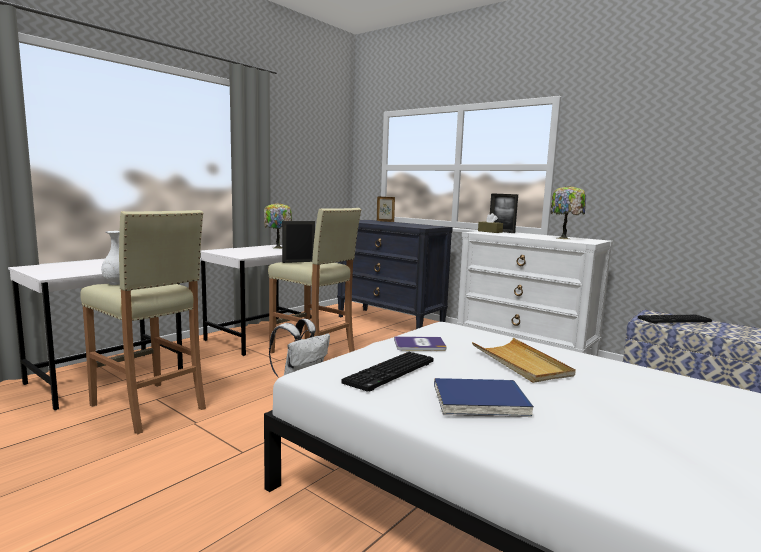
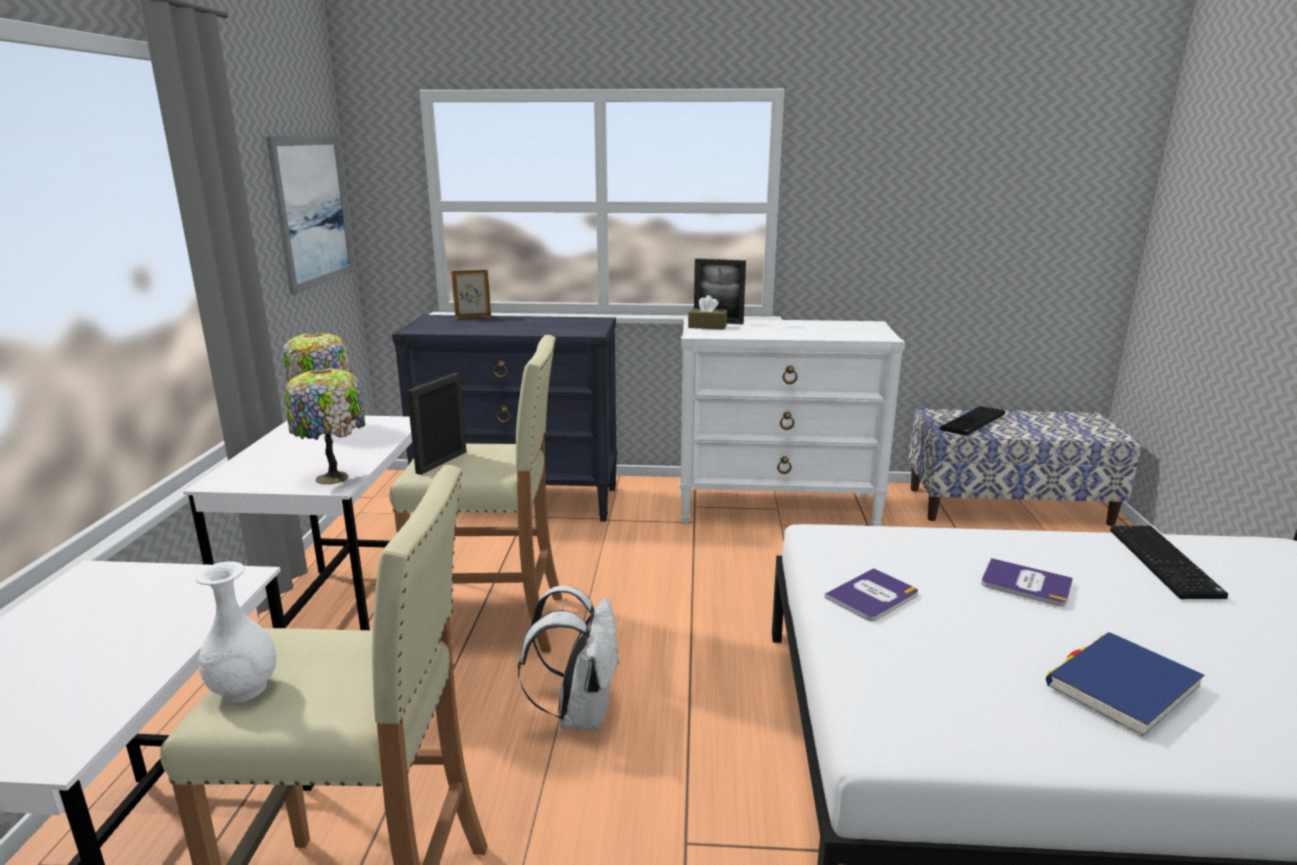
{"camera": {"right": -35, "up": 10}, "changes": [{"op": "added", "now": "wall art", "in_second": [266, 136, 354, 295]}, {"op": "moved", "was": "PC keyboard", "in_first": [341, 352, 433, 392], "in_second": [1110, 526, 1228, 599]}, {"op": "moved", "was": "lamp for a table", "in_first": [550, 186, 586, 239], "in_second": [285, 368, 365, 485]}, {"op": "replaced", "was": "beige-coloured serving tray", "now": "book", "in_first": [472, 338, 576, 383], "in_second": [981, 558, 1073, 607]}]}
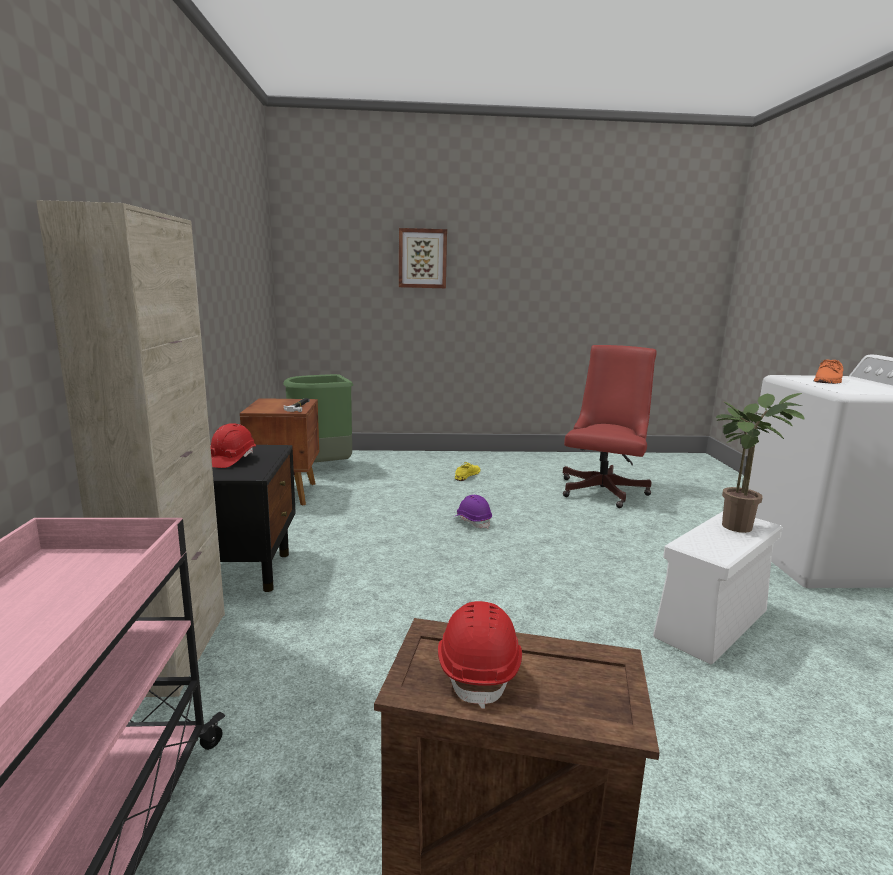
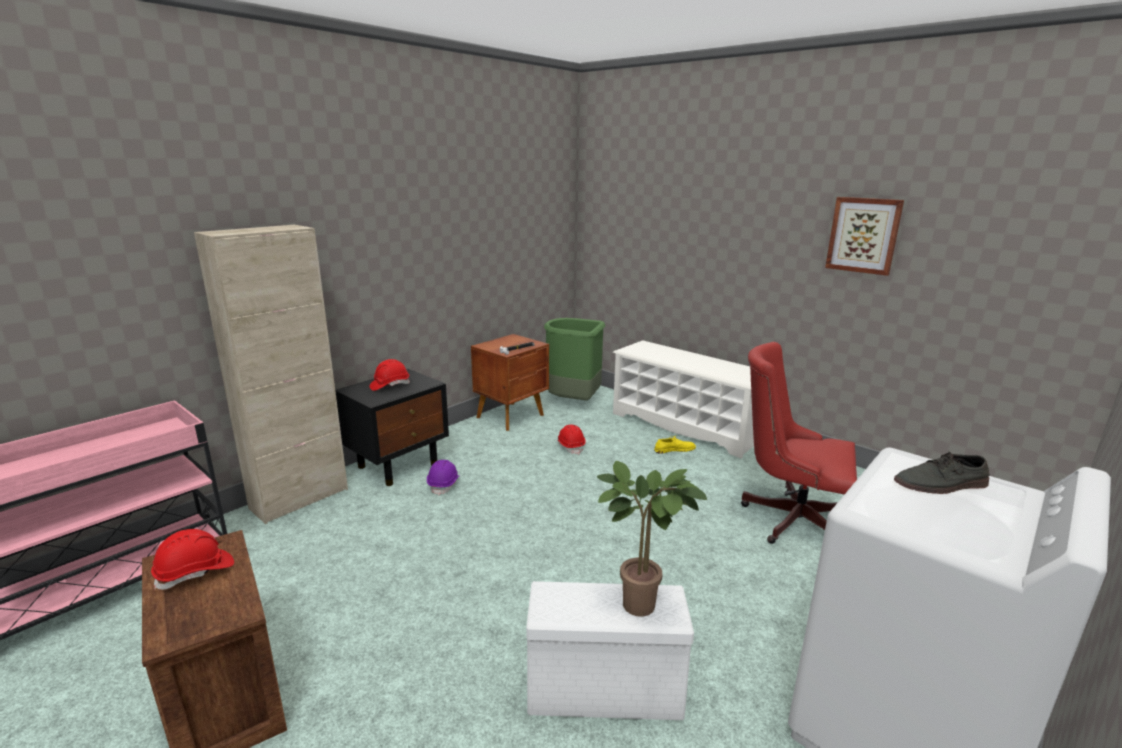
{"camera": {"right": 45, "up": 5}, "changes": [{"op": "added", "now": "red-coloured hard hat", "in_second": [557, 424, 586, 454]}, {"op": "added", "now": "white-coloured shoe stand", "in_second": [613, 340, 754, 459]}, {"op": "moved", "was": "wall art", "in_first": [399, 228, 447, 288], "in_second": [825, 197, 904, 276]}, {"op": "moved", "was": "purple hard hat", "in_first": [456, 495, 492, 528], "in_second": [427, 460, 459, 496]}, {"op": "recoloured", "was": "orange-coloured item of footwear", "now": "grey item of footwear", "in_first": [814, 360, 843, 384], "in_second": [894, 451, 989, 494]}, {"op": "turned", "was": "red-coloured office chair", "in_first": [563, 345, 657, 508], "in_second": [741, 342, 857, 544], "clockwise": -135}]}
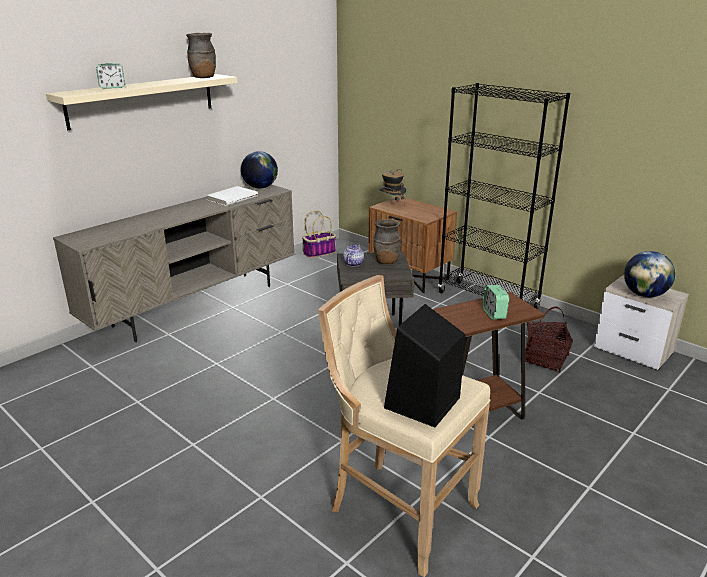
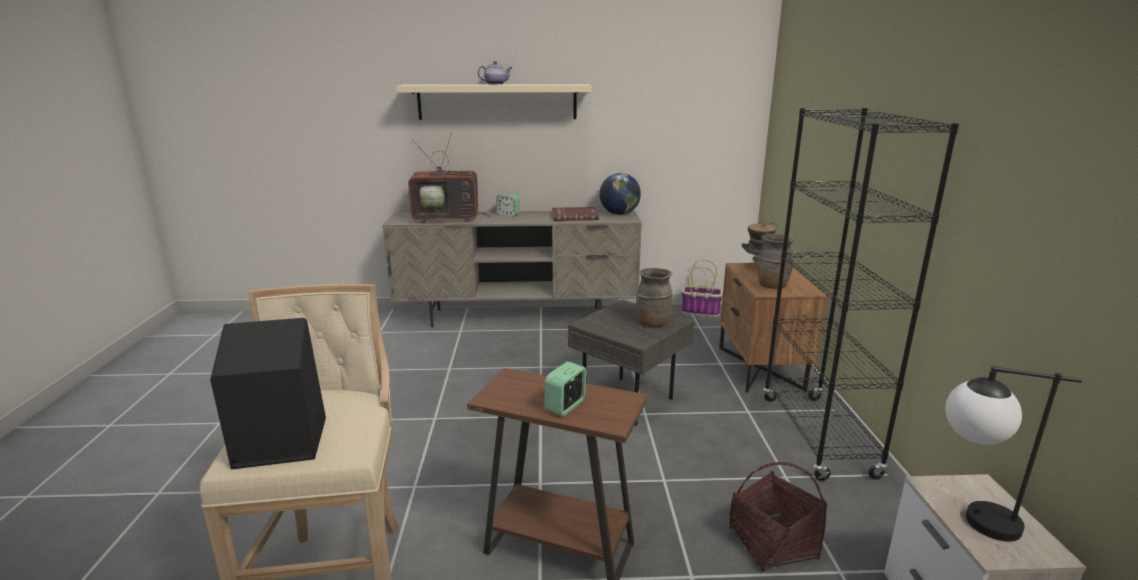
{"camera": {"right": 45, "up": -5}, "changes": [{"op": "added", "now": "TV", "in_second": [408, 132, 491, 223]}, {"op": "moved", "was": "bedside clock", "in_first": [96, 63, 125, 89], "in_second": [496, 194, 520, 217]}, {"op": "moved", "was": "brown-coloured decorative vase", "in_first": [186, 33, 216, 78], "in_second": [757, 234, 794, 289]}, {"op": "moved", "was": "tea pot", "in_first": [343, 244, 364, 267], "in_second": [478, 61, 512, 85]}, {"op": "replaced", "was": "world globe", "now": "lamp for a table", "in_first": [624, 251, 675, 297], "in_second": [945, 366, 1082, 542]}, {"op": "recoloured", "was": "white-coloured book", "now": "red-coloured book", "in_first": [206, 186, 258, 206], "in_second": [552, 207, 599, 221]}]}
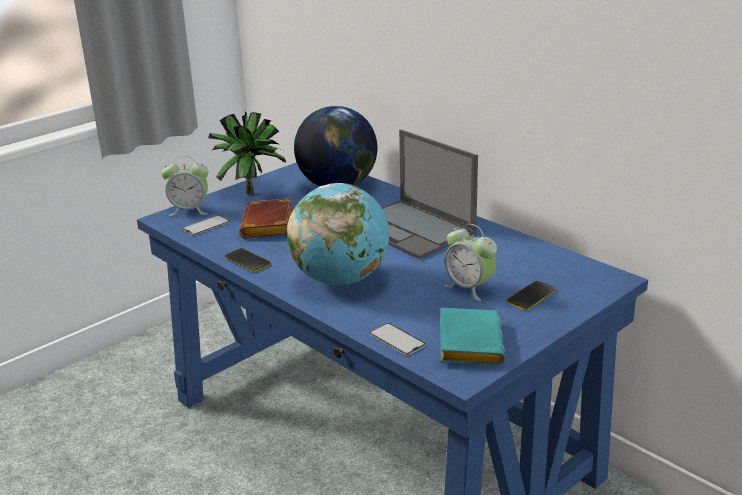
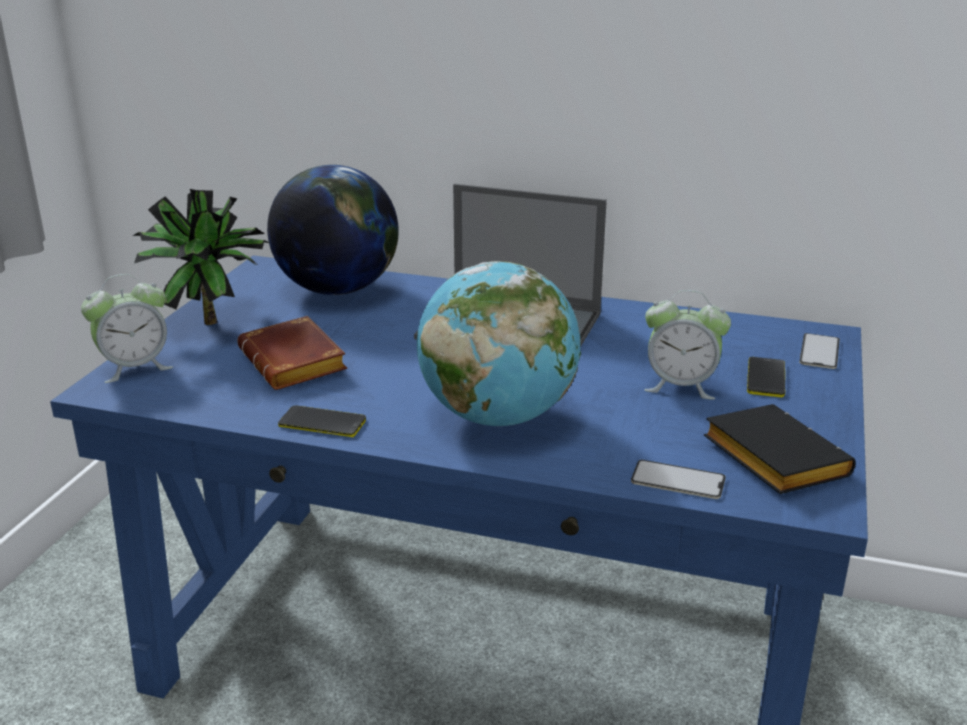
{"camera": {"right": -30, "up": 0}, "changes": [{"op": "moved", "was": "telephone", "in_first": [182, 215, 230, 236], "in_second": [799, 333, 840, 369]}, {"op": "recoloured", "was": "turquoise-coloured book", "now": "black-coloured book", "in_first": [440, 308, 505, 365], "in_second": [704, 404, 856, 494]}]}
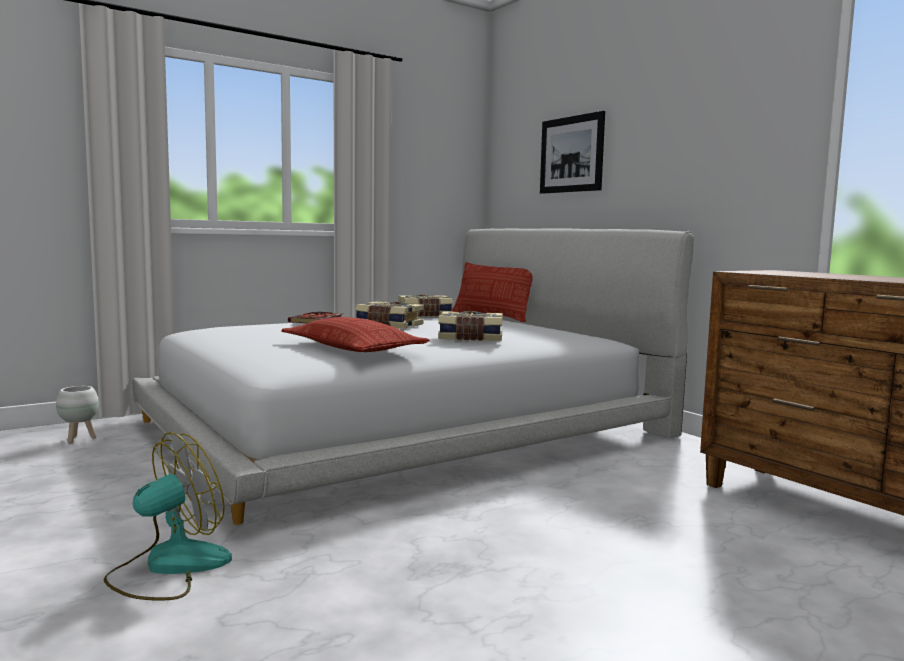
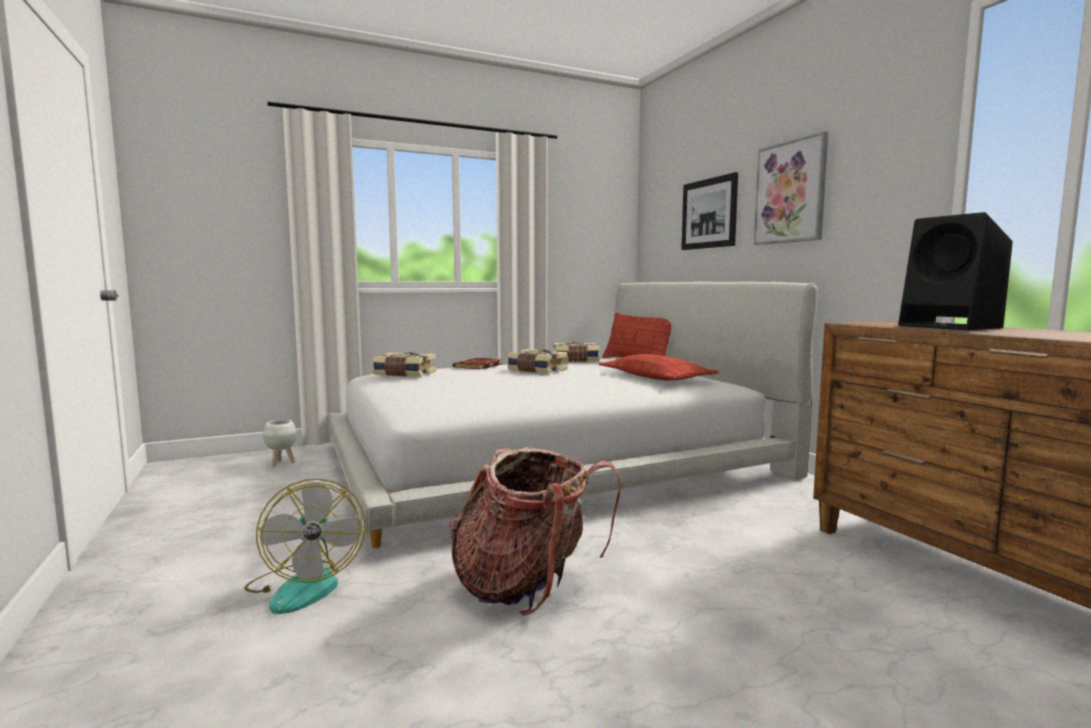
{"camera": {"right": 10, "up": 0}, "changes": [{"op": "added", "now": "backpack", "in_second": [450, 447, 622, 616]}, {"op": "added", "now": "wall art", "in_second": [754, 131, 828, 245]}, {"op": "added", "now": "black-coloured audio speaker", "in_second": [898, 212, 1013, 330]}, {"op": "moved", "was": "pillow", "in_first": [281, 317, 430, 352], "in_second": [599, 354, 719, 381]}, {"op": "moved", "was": "book", "in_first": [438, 311, 503, 341], "in_second": [372, 352, 436, 377]}, {"op": "turned", "was": "cooling fan", "in_first": [104, 432, 232, 601], "in_second": [244, 479, 365, 614], "clockwise": 105}]}
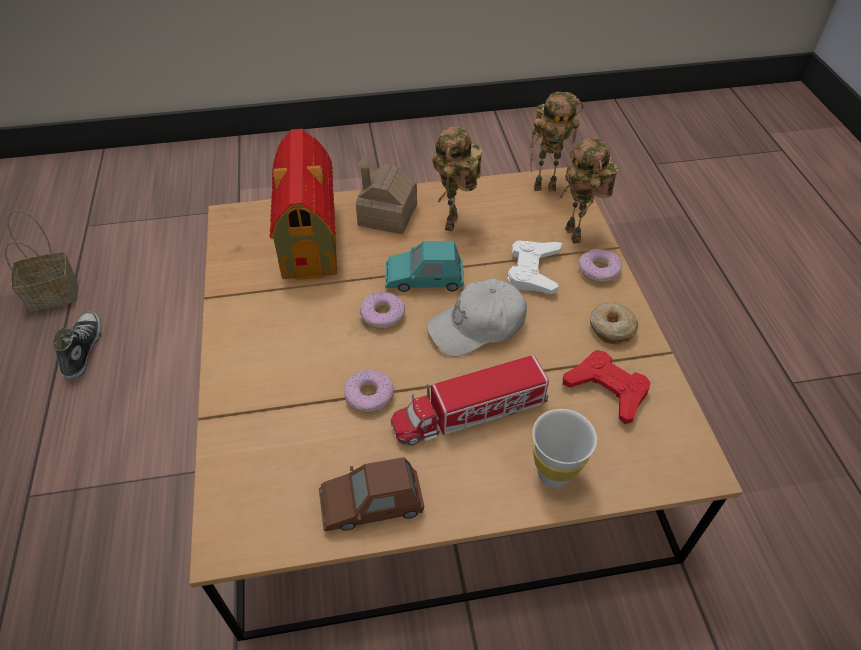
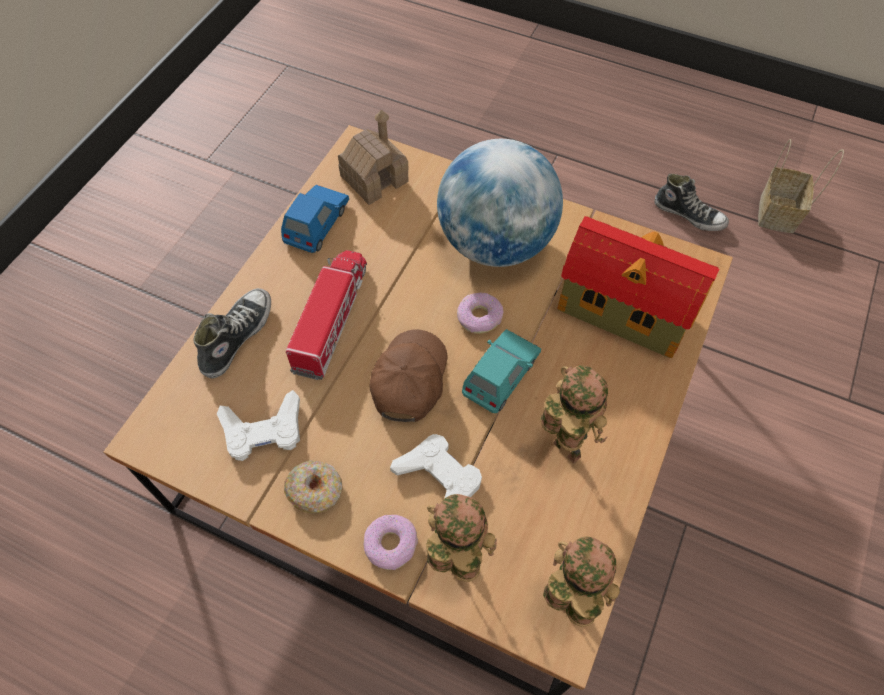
{"camera": {"right": 125, "up": 10}, "changes": [{"op": "removed", "was": "donut", "in_first": [344, 369, 394, 413]}, {"op": "added", "now": "world globe", "in_second": [437, 139, 563, 267]}, {"op": "moved", "was": "toy house", "in_first": [356, 157, 417, 234], "in_second": [338, 110, 409, 205]}, {"op": "replaced", "was": "white-coloured cup", "now": "item of footwear", "in_first": [532, 409, 597, 488], "in_second": [194, 288, 271, 378]}, {"op": "recoloured", "was": "brown-coloured toy car", "now": "blue-coloured toy car", "in_first": [319, 457, 424, 531], "in_second": [281, 185, 349, 253]}, {"op": "recoloured", "was": "white-coloured cap", "now": "brown-coloured cap", "in_first": [427, 279, 527, 357], "in_second": [370, 330, 447, 422]}, {"op": "recoloured", "was": "red-coloured gamepad", "now": "white-coloured gamepad", "in_first": [563, 350, 650, 424], "in_second": [217, 390, 300, 461]}, {"op": "turned", "was": "robot figure", "in_first": [530, 92, 584, 191], "in_second": [543, 536, 620, 627], "clockwise": 90}]}
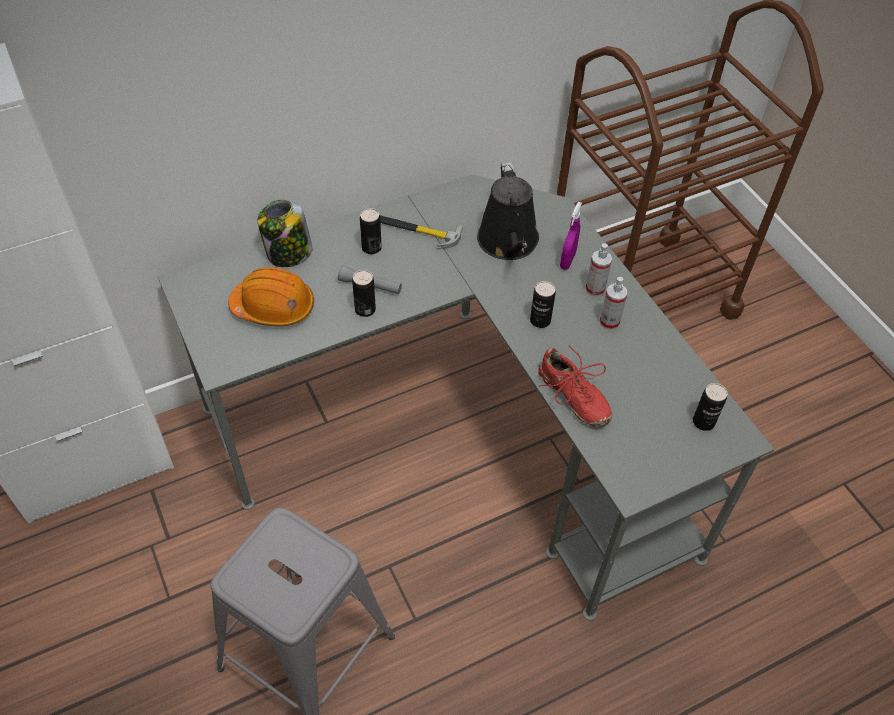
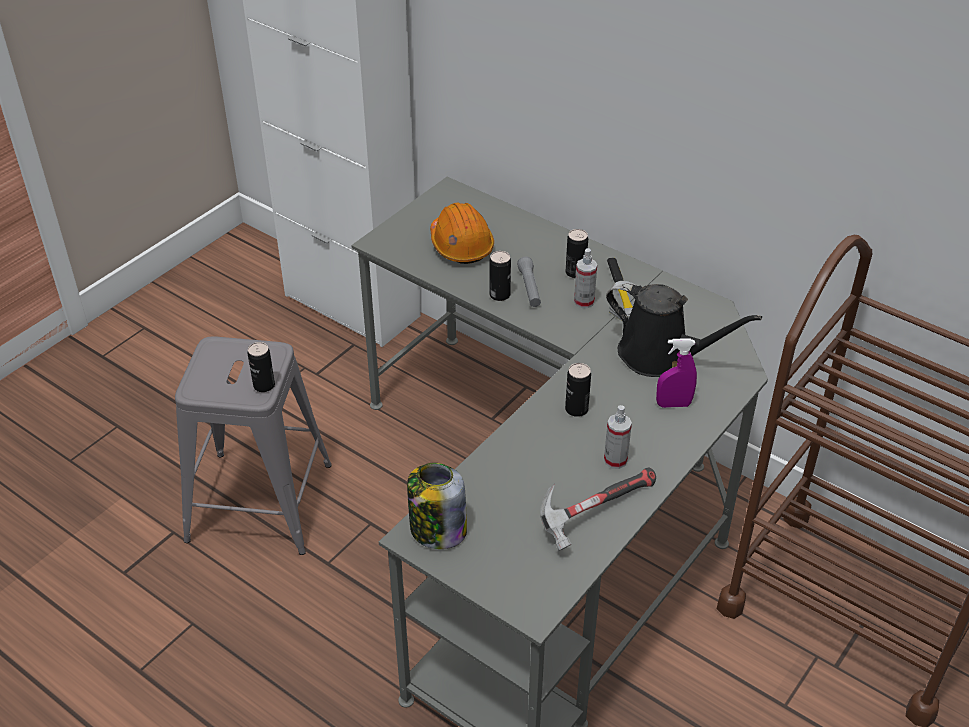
{"camera": {"right": 65, "up": -10}, "changes": [{"op": "removed", "was": "red-coloured item of footwear", "in_first": [538, 345, 612, 427]}, {"op": "added", "now": "tool hammer", "in_second": [540, 468, 656, 551]}, {"op": "moved", "was": "storage jar", "in_first": [257, 200, 312, 267], "in_second": [407, 463, 467, 549]}, {"op": "moved", "was": "hand sprayer", "in_first": [585, 243, 612, 297], "in_second": [574, 248, 597, 308]}, {"op": "moved", "was": "metal can", "in_first": [693, 383, 728, 431], "in_second": [248, 342, 275, 392]}, {"op": "turned", "was": "black-coloured sprinkling can", "in_first": [477, 162, 539, 260], "in_second": [606, 281, 762, 377], "clockwise": -120}]}
